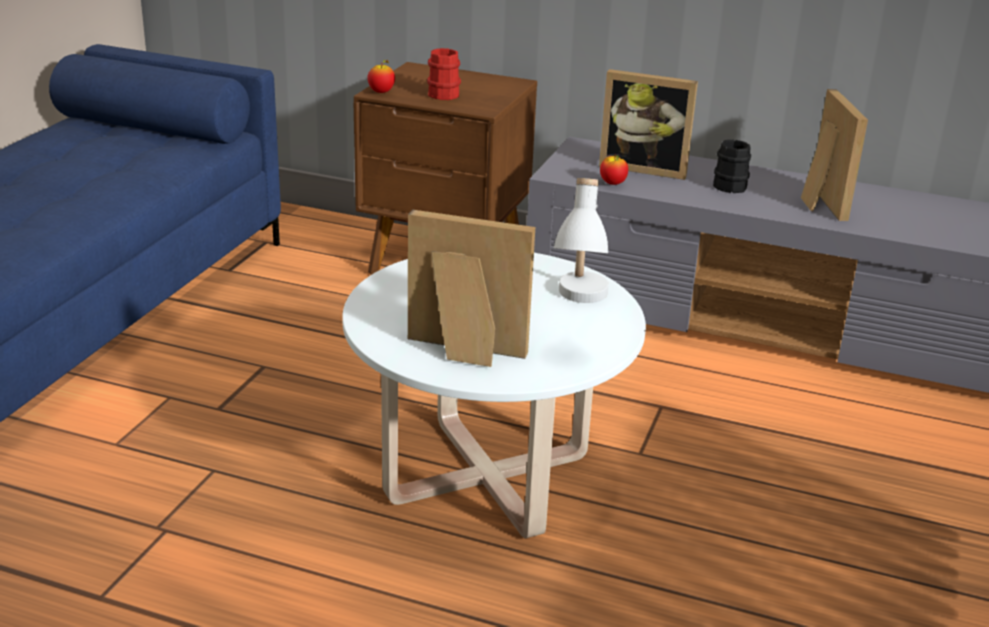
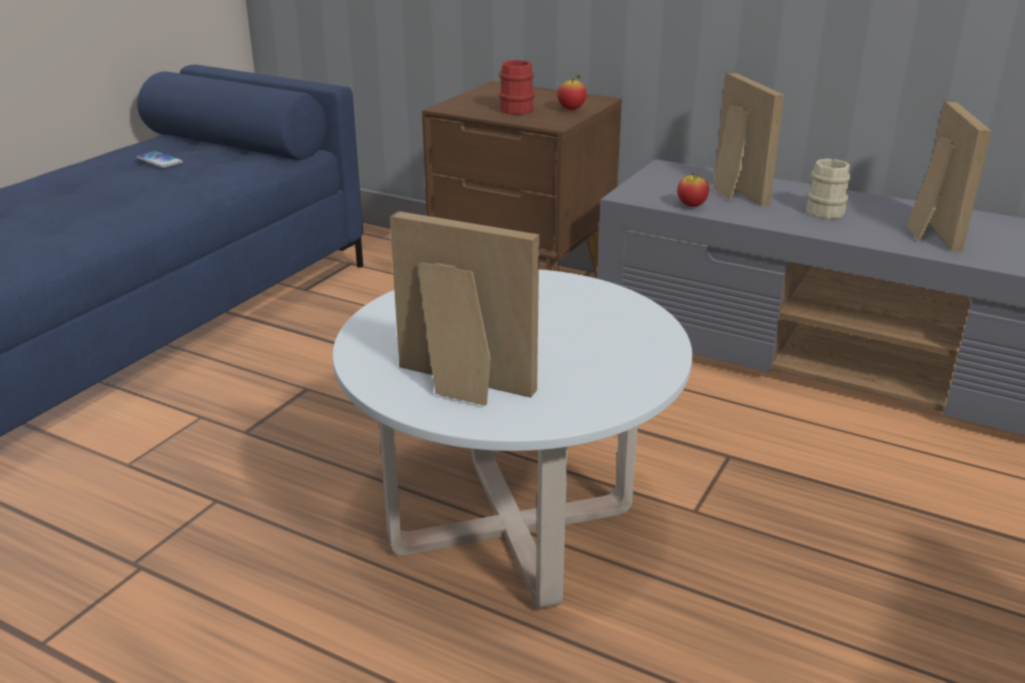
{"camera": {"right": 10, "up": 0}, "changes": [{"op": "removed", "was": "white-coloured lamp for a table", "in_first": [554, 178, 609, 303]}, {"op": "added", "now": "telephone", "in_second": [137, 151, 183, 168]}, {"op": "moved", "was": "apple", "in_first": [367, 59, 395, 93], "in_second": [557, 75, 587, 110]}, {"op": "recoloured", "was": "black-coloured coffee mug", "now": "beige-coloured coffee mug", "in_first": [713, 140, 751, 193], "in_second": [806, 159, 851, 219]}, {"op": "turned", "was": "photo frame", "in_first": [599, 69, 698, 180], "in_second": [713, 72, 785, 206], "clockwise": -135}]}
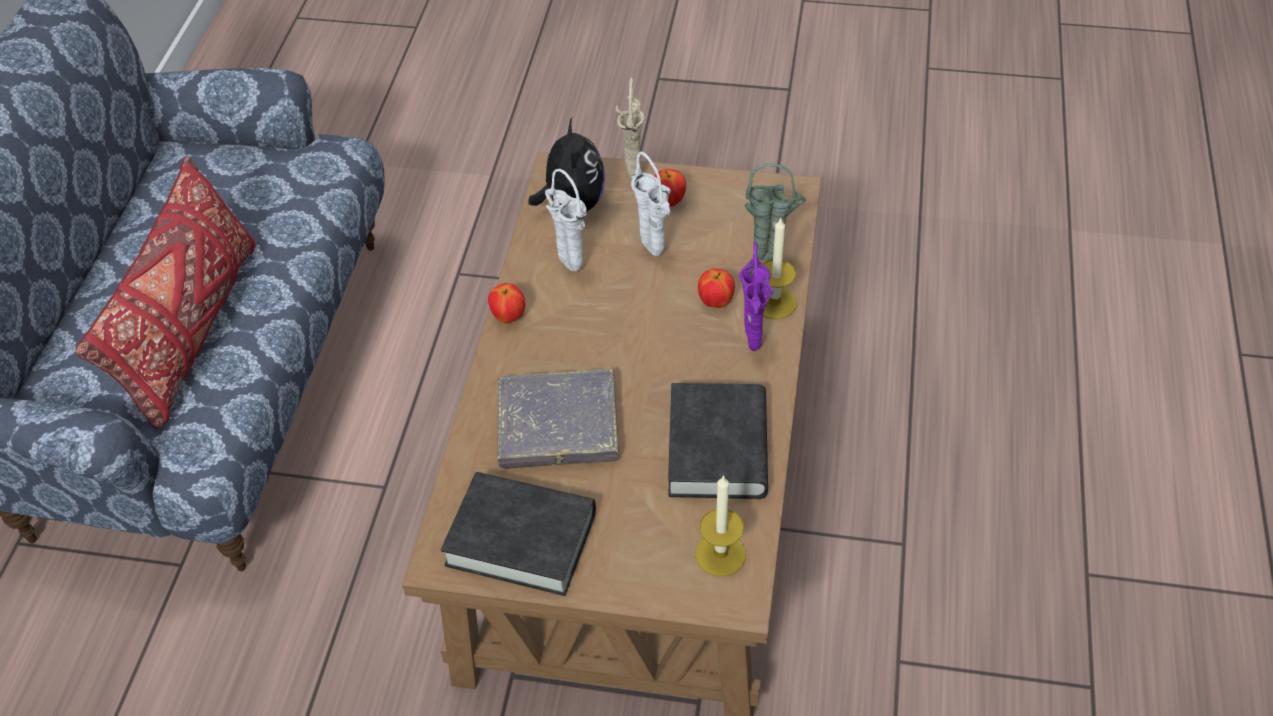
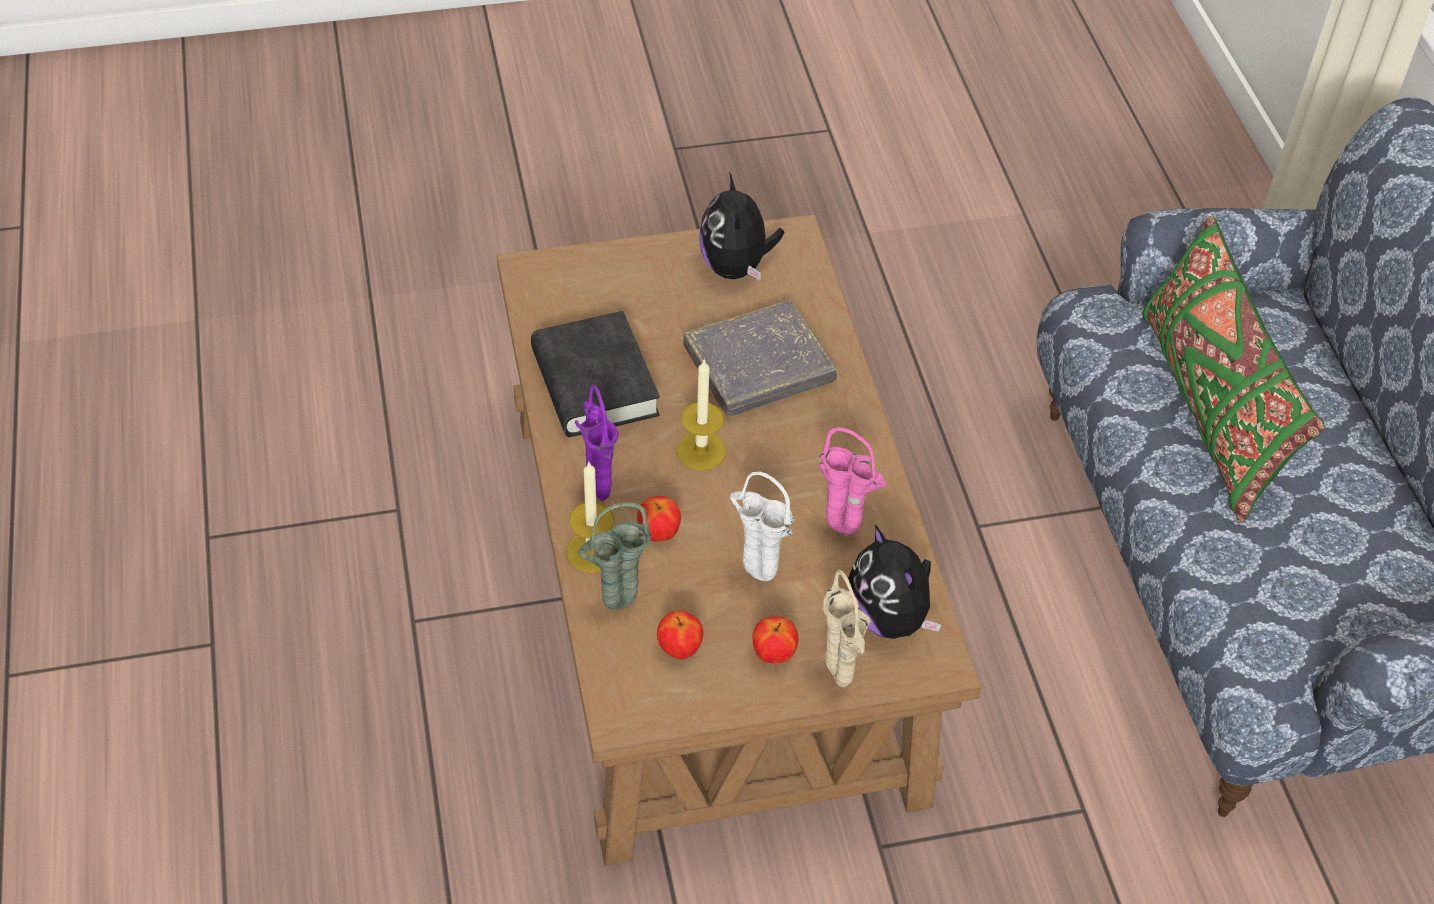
{"camera": {"right": 155, "up": 0}, "changes": [{"op": "moved", "was": "apple", "in_first": [488, 283, 525, 324], "in_second": [657, 610, 703, 660]}, {"op": "moved", "was": "candle", "in_first": [695, 475, 746, 577], "in_second": [676, 359, 727, 470]}, {"op": "replaced", "was": "black-coloured book", "now": "soft toy", "in_first": [441, 472, 596, 596], "in_second": [699, 172, 784, 281]}, {"op": "recoloured", "was": "red-coloured pillow", "now": "greenish pillow", "in_first": [76, 156, 256, 429], "in_second": [1143, 216, 1325, 523]}, {"op": "recoloured", "was": "white-coloured decorative vase", "now": "pink-coloured decorative vase", "in_first": [545, 169, 587, 272], "in_second": [819, 427, 887, 535]}]}
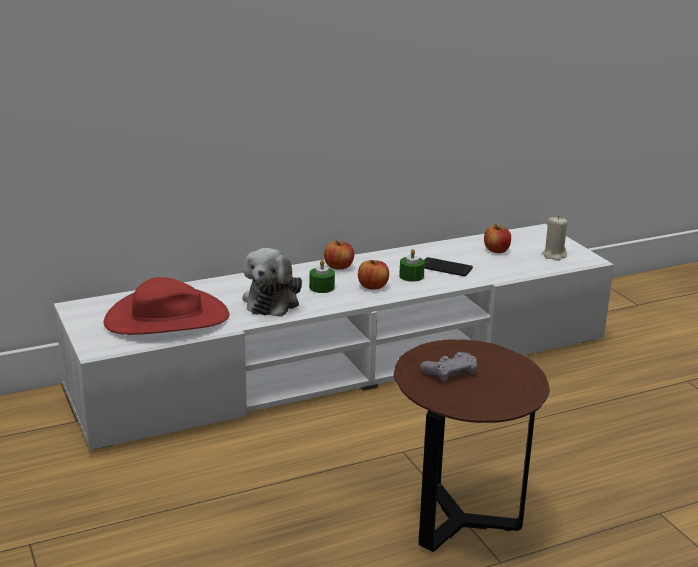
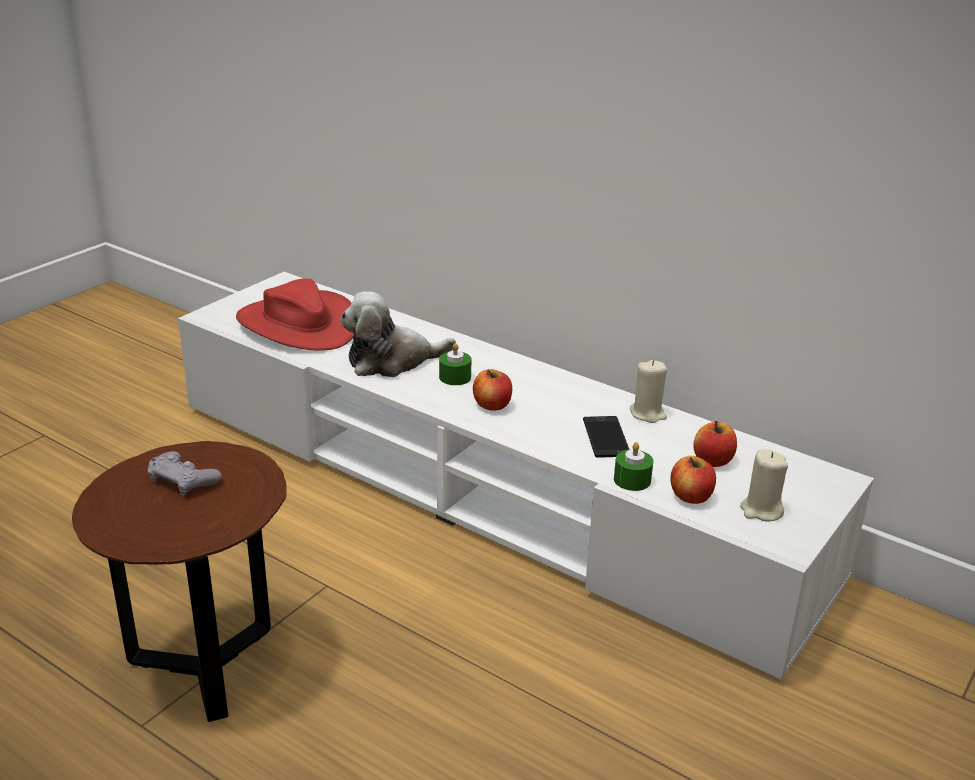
{"camera": {"right": 60, "up": 5}, "changes": [{"op": "added", "now": "beige-coloured candle", "in_second": [630, 360, 667, 423]}, {"op": "moved", "was": "apple", "in_first": [324, 241, 354, 270], "in_second": [671, 456, 716, 504]}, {"op": "moved", "was": "greenish candle", "in_first": [399, 249, 425, 282], "in_second": [614, 442, 653, 491]}]}
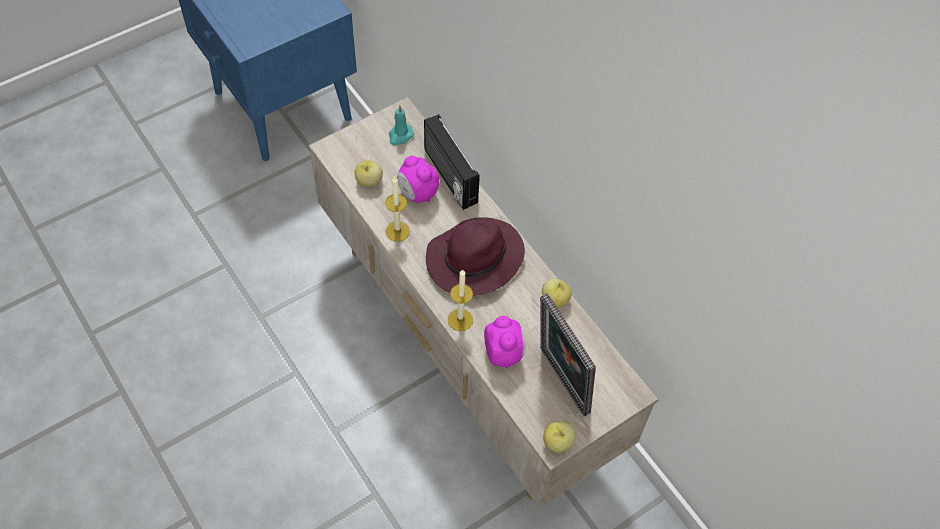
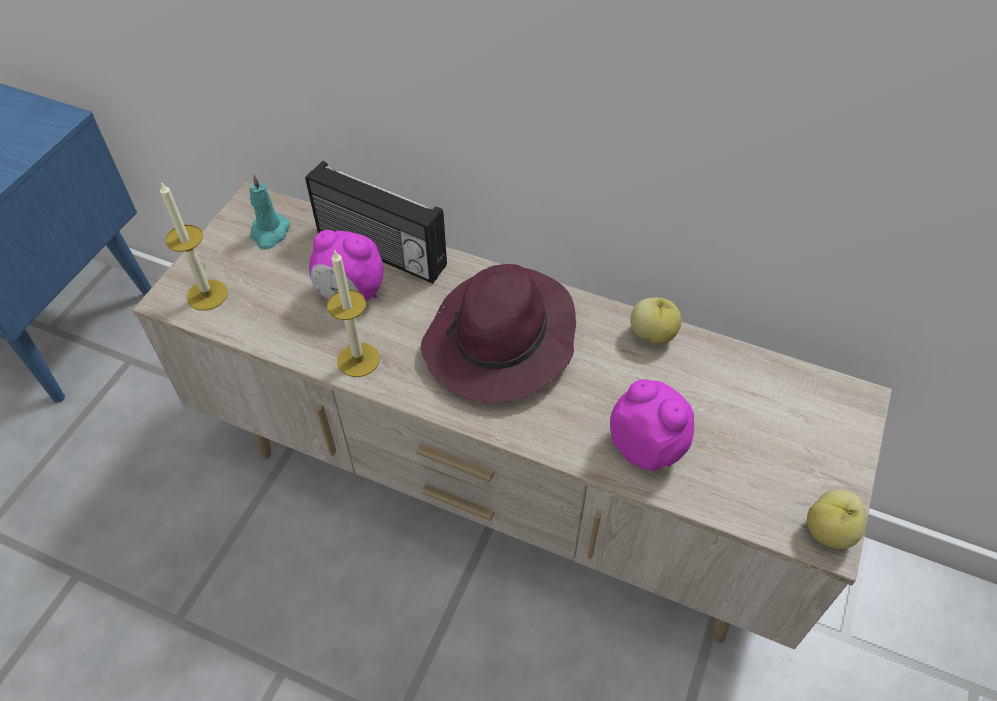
{"camera": {"right": -30, "up": -5}, "changes": [{"op": "removed", "was": "apple", "in_first": [355, 160, 383, 187]}, {"op": "removed", "was": "photo frame", "in_first": [540, 293, 596, 416]}, {"op": "moved", "was": "candle", "in_first": [448, 269, 473, 331], "in_second": [160, 181, 228, 311]}]}
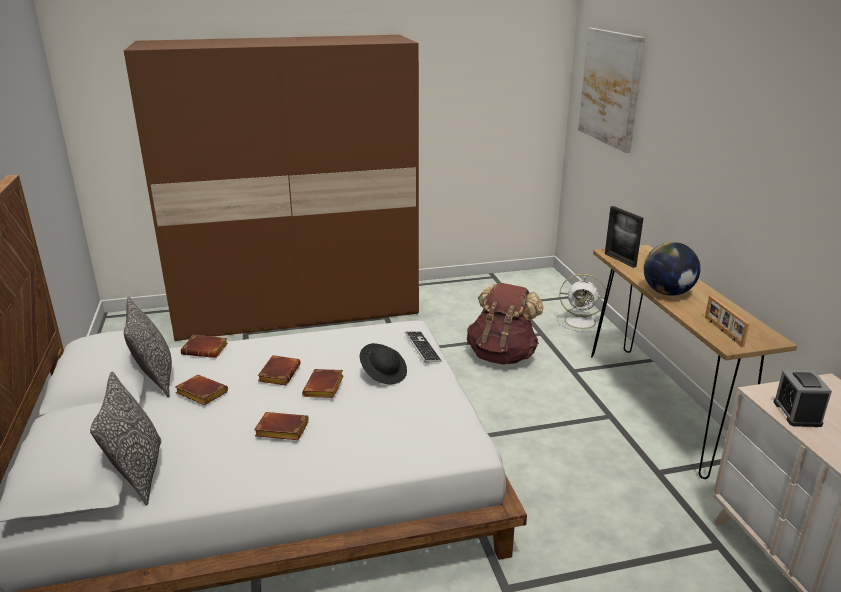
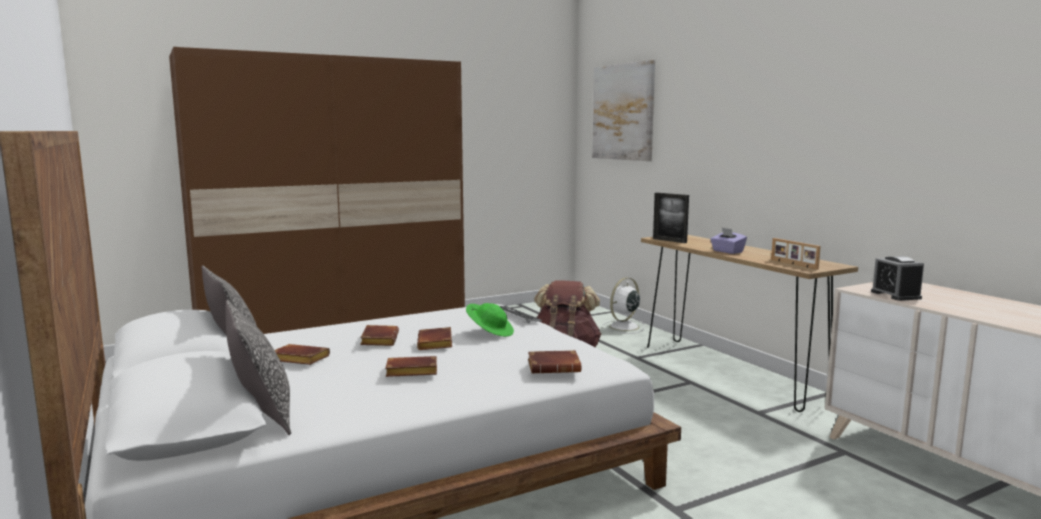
{"camera": {"right": -15, "up": -15}, "changes": [{"op": "moved", "was": "brown-coloured book", "in_first": [181, 335, 228, 358], "in_second": [528, 350, 581, 374]}, {"op": "replaced", "was": "world globe", "now": "purple tissue holder", "in_first": [644, 242, 701, 296], "in_second": [710, 228, 747, 254]}, {"op": "recoloured", "was": "black-coloured hat", "now": "greenish hat", "in_first": [360, 343, 407, 385], "in_second": [466, 303, 514, 337]}, {"op": "turned", "was": "white-coloured cooling fan", "in_first": [557, 274, 607, 332], "in_second": [602, 277, 644, 334], "clockwise": 135}]}
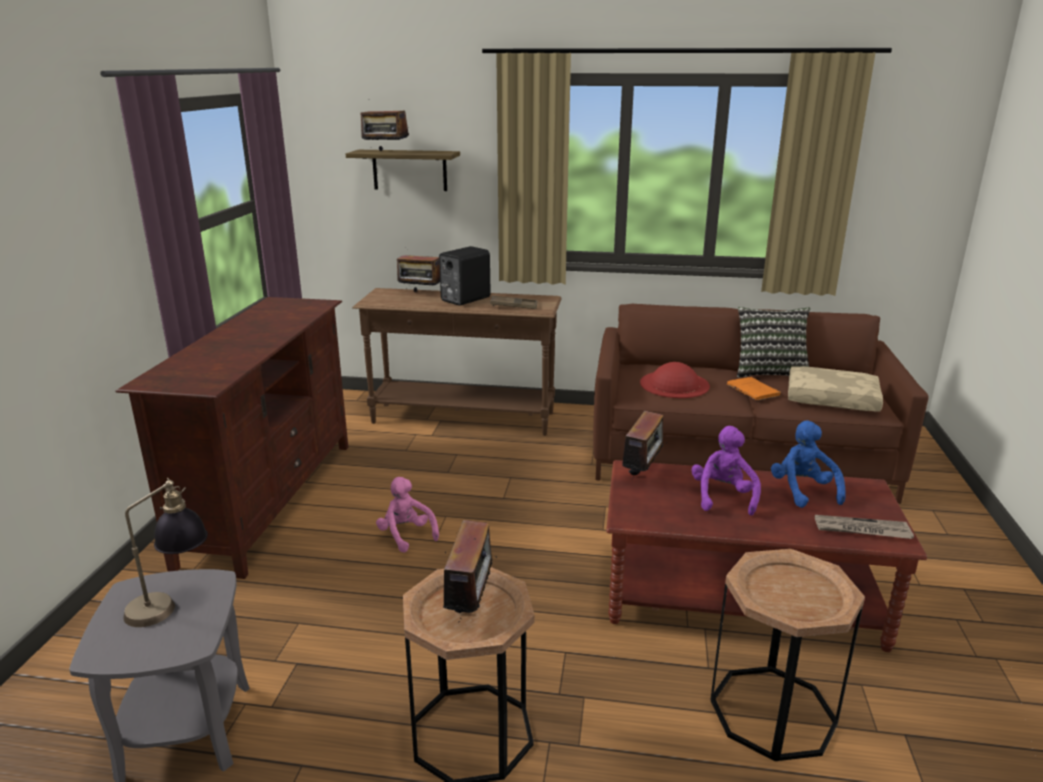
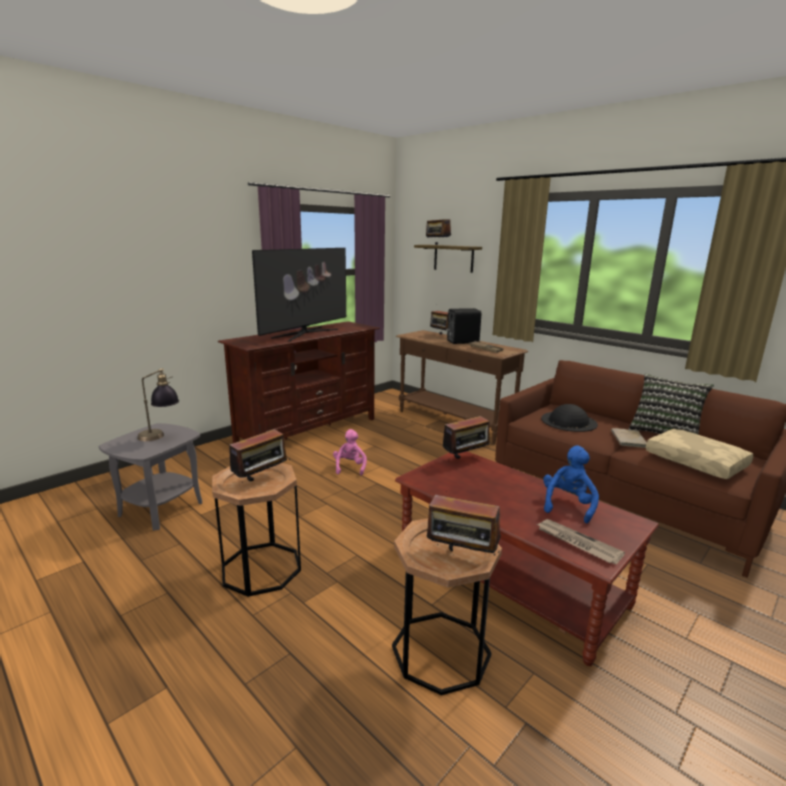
{"camera": {"right": 35, "up": -5}, "changes": [{"op": "removed", "was": "purple soft toy", "in_first": [691, 426, 761, 516]}, {"op": "added", "now": "TV", "in_second": [252, 248, 346, 342]}, {"op": "added", "now": "radio receiver", "in_second": [427, 491, 501, 555]}, {"op": "recoloured", "was": "red-coloured hat", "now": "black-coloured hat", "in_first": [640, 362, 710, 398], "in_second": [541, 404, 598, 432]}, {"op": "recoloured", "was": "orange-coloured book", "now": "beige-coloured book", "in_first": [727, 377, 782, 400], "in_second": [611, 428, 647, 448]}]}
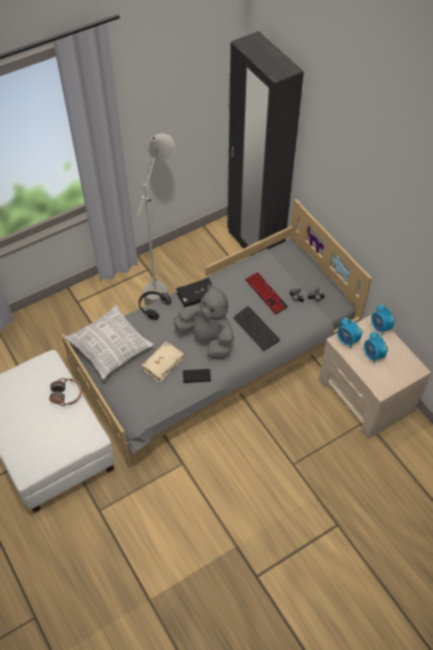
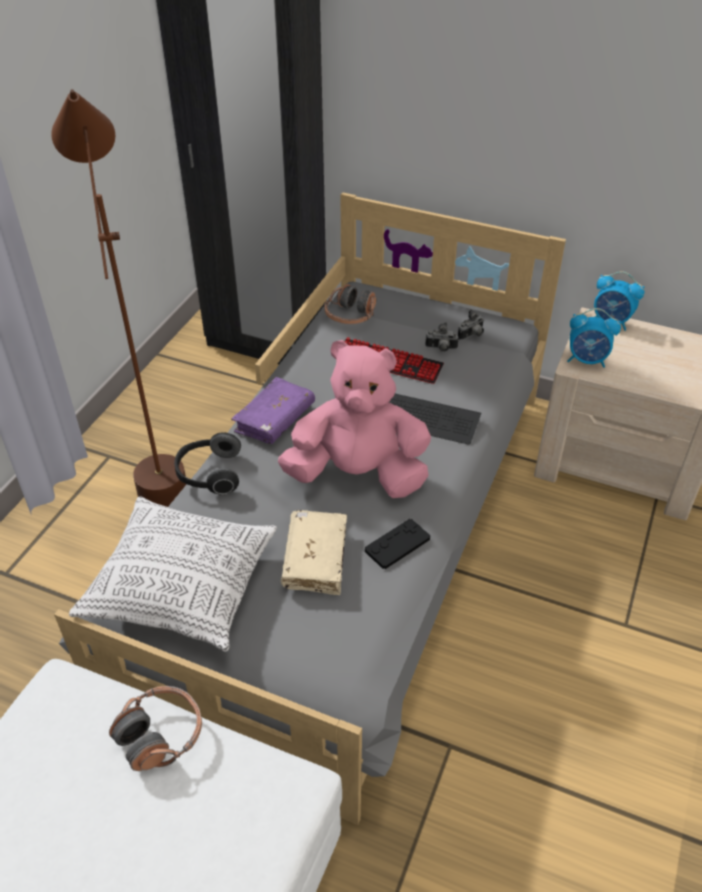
{"camera": {"right": -35, "up": -10}, "changes": [{"op": "removed", "was": "bedside clock", "in_first": [364, 331, 388, 364]}, {"op": "added", "now": "headset", "in_second": [324, 284, 376, 324]}, {"op": "recoloured", "was": "grey floor lamp", "now": "brown-coloured floor lamp", "in_first": [138, 134, 175, 306], "in_second": [51, 89, 186, 507]}, {"op": "recoloured", "was": "grey soft toy", "now": "pink-coloured soft toy", "in_first": [174, 283, 234, 359], "in_second": [278, 340, 431, 498]}, {"op": "recoloured", "was": "black-coloured book", "now": "purple book", "in_first": [176, 278, 212, 307], "in_second": [231, 377, 315, 444]}]}
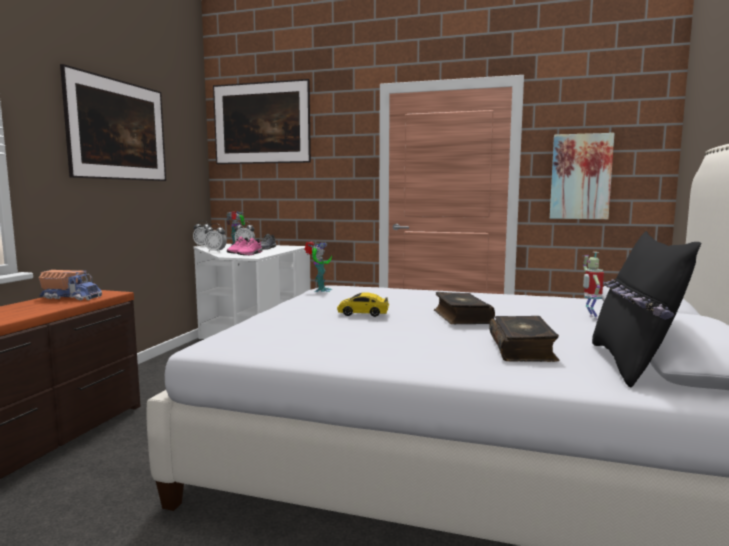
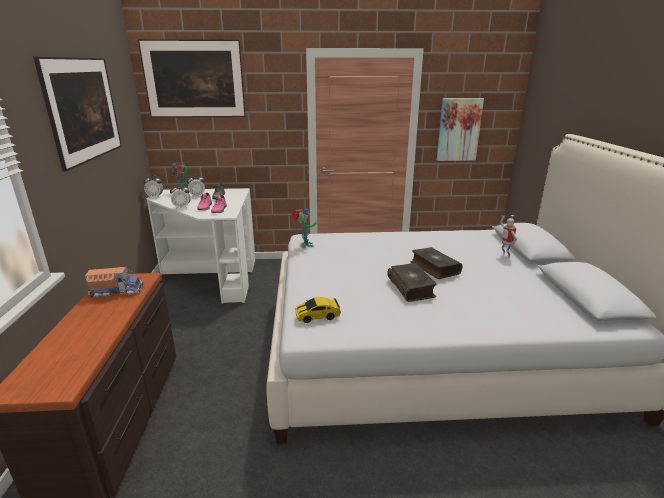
{"camera": {"right": -20, "up": 15}, "changes": [{"op": "removed", "was": "black-coloured pillow", "in_first": [592, 231, 701, 387]}, {"op": "moved", "was": "toy car", "in_first": [337, 292, 389, 317], "in_second": [295, 297, 341, 323]}, {"op": "moved", "was": "book", "in_first": [489, 316, 560, 362], "in_second": [387, 263, 437, 302]}]}
